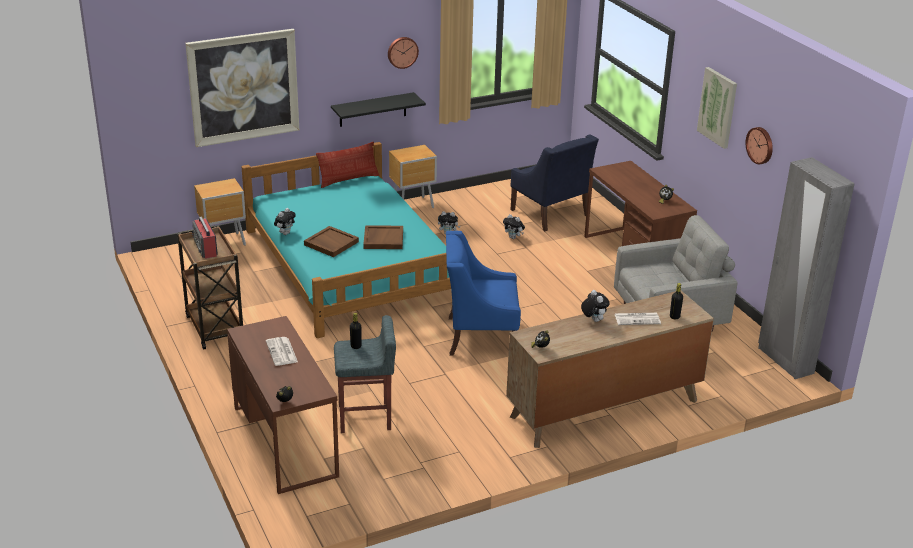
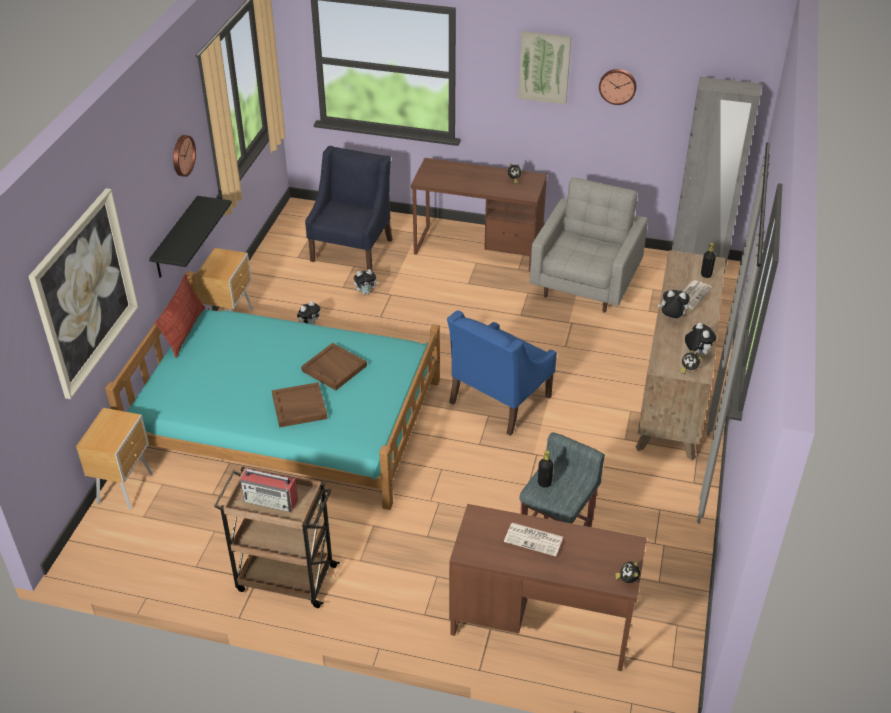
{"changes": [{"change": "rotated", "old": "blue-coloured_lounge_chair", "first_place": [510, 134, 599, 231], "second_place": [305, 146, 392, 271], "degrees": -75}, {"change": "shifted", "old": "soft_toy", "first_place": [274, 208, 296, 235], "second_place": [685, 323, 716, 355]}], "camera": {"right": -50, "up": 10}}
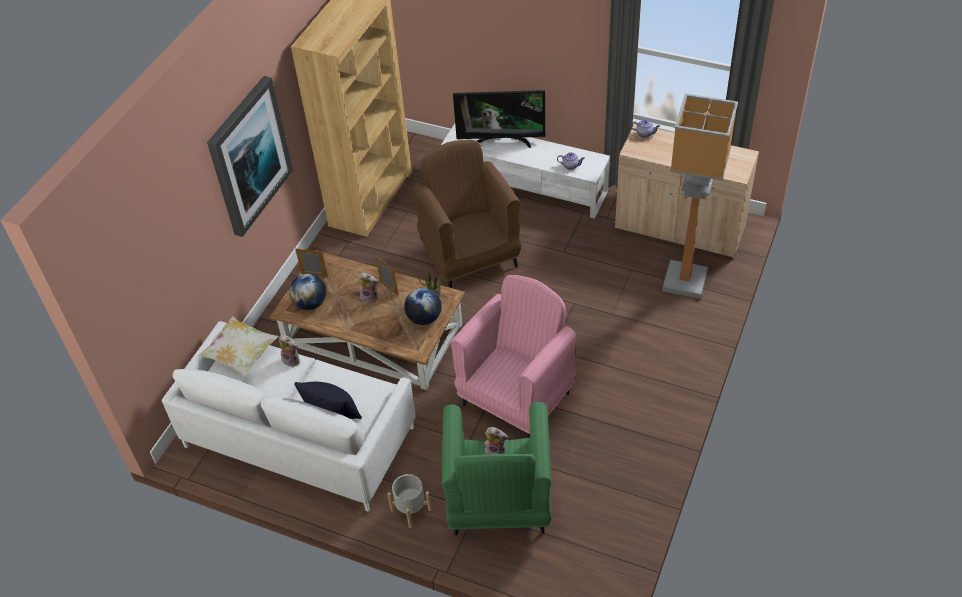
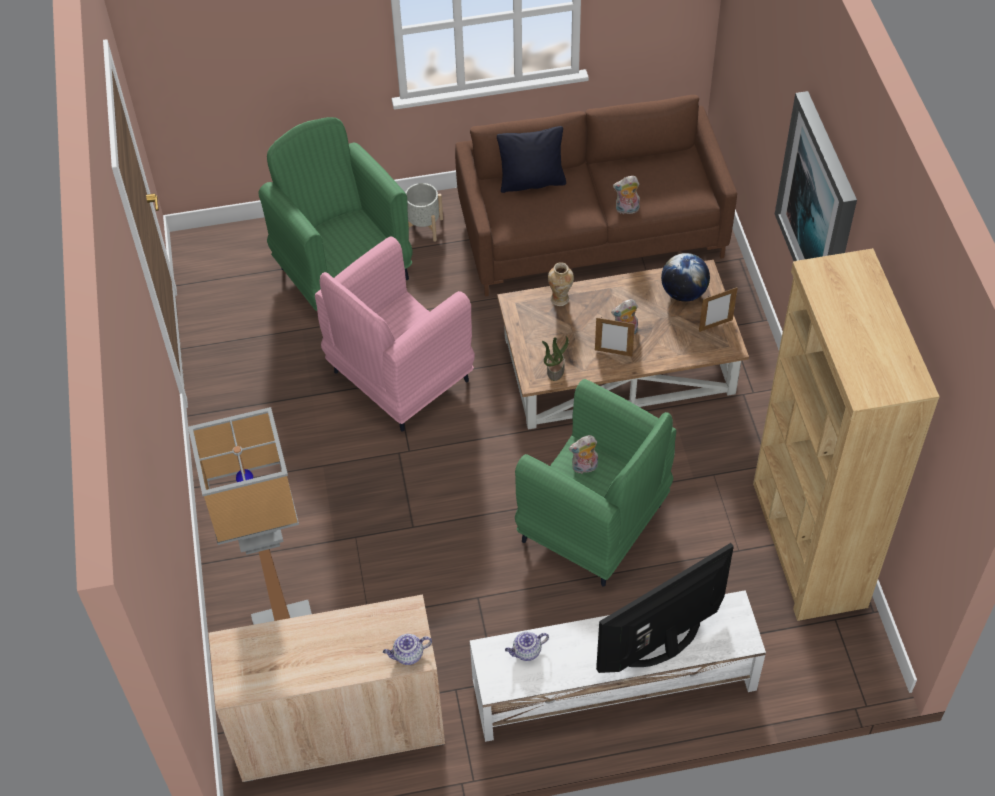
{"changes": [{"change": "repainted", "old": "brown-coloured_lounge_chair", "new": "green-coloured_lounge_chair", "first_place": [413, 139, 522, 288], "second_place": [515, 379, 676, 587]}, {"change": "rotated", "old": "pink_lounge_chair", "first_place": [451, 275, 577, 438], "second_place": [315, 236, 475, 432], "degrees": 45}, {"change": "gone", "old": "globe", "first_place": [404, 288, 442, 325]}, {"change": "gone", "old": "cushion", "first_place": [198, 316, 279, 376]}, {"change": "repainted", "old": "white_sofa", "new": "brown-coloured_sofa", "first_place": [162, 321, 415, 512], "second_place": [455, 95, 737, 297]}, {"change": "shifted", "old": "soft_toy", "first_place": [485, 427, 508, 454], "second_place": [569, 435, 598, 474]}, {"change": "new", "new": "flower_vase", "second_place": [548, 262, 574, 306]}], "camera": {"right": 145, "up": 5}}
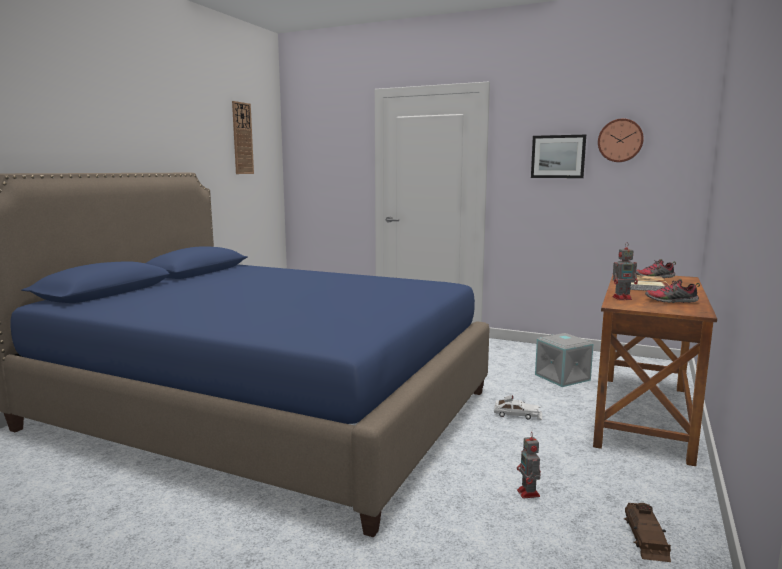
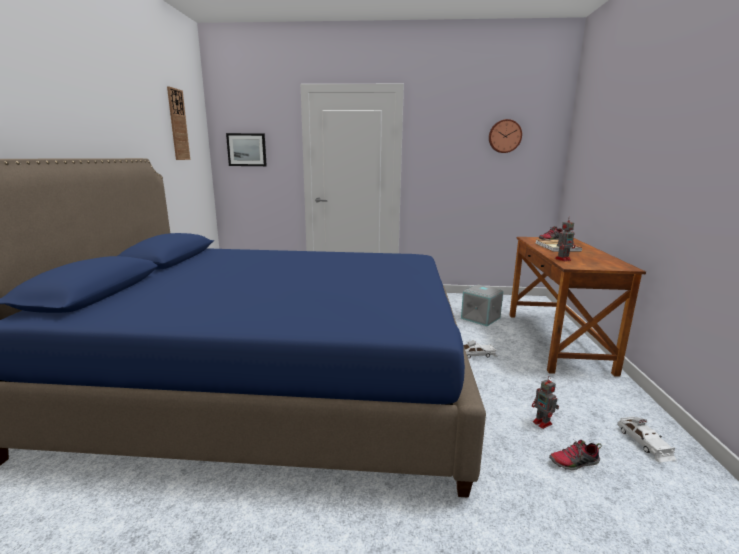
{"changes": [{"change": "shifted", "old": "wall_art", "first_place": [531, 135, 586, 178], "second_place": [226, 133, 267, 166]}, {"change": "shifted", "old": "shoe", "first_place": [645, 279, 700, 303], "second_place": [549, 439, 602, 470]}, {"change": "repainted", "old": "brown-coloured_toy_car", "new": "white_toy_car", "first_place": [624, 503, 671, 562], "second_place": [617, 416, 676, 463]}], "camera": {"right": -20, "up": 5}}
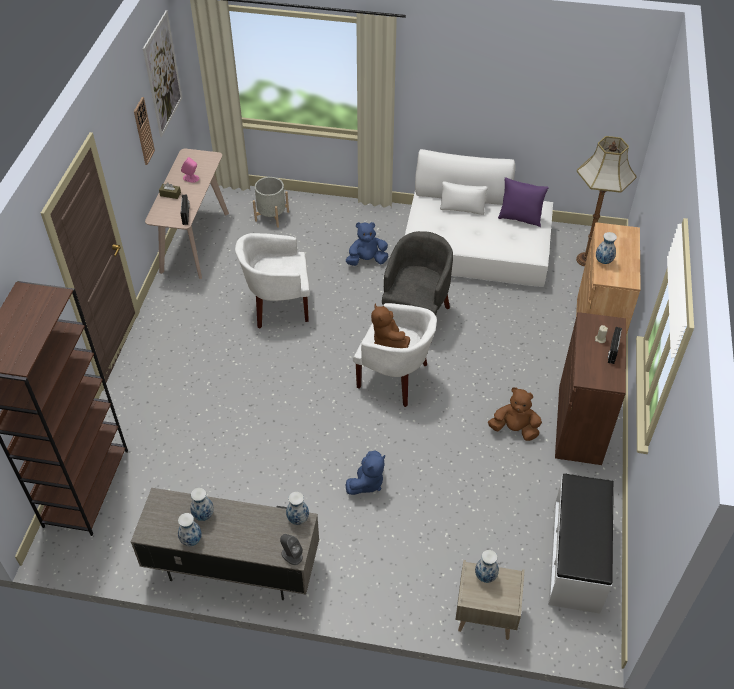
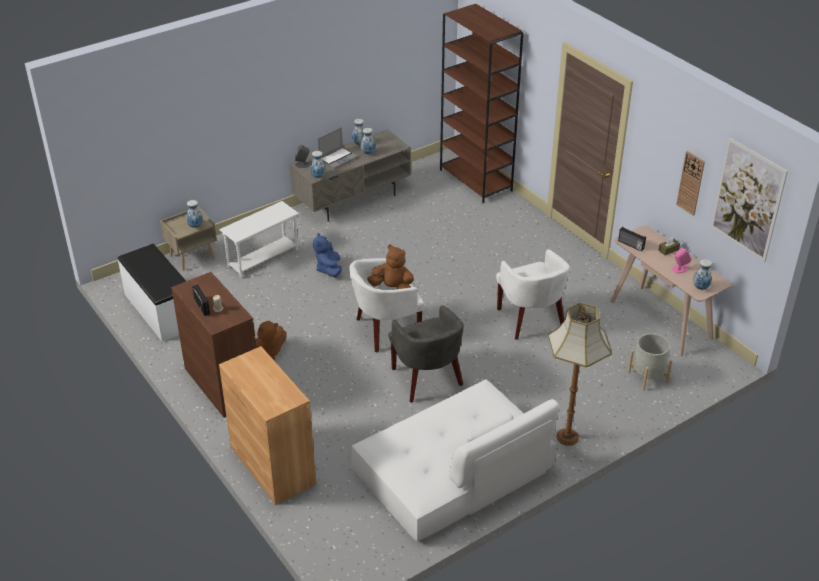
{"changes": [{"change": "shifted", "old": "standard_lamp", "first_place": [576, 136, 637, 266], "second_place": [548, 302, 612, 446]}, {"change": "gone", "old": "purple-coloured_cushion", "first_place": [498, 177, 549, 227]}, {"change": "gone", "old": "blue-coloured_soft_toy", "first_place": [346, 222, 388, 266]}, {"change": "shifted", "old": "flower_vase", "first_place": [596, 232, 617, 264], "second_place": [693, 259, 712, 290]}, {"change": "rotated", "old": "white_lounge_chair", "first_place": [235, 233, 310, 329], "second_place": [496, 250, 570, 340], "degrees": 120}, {"change": "new", "new": "laptop", "second_place": [317, 127, 358, 169]}, {"change": "new", "new": "white_accent_table", "second_place": [219, 201, 299, 278]}], "camera": {"right": 135, "up": -10}}
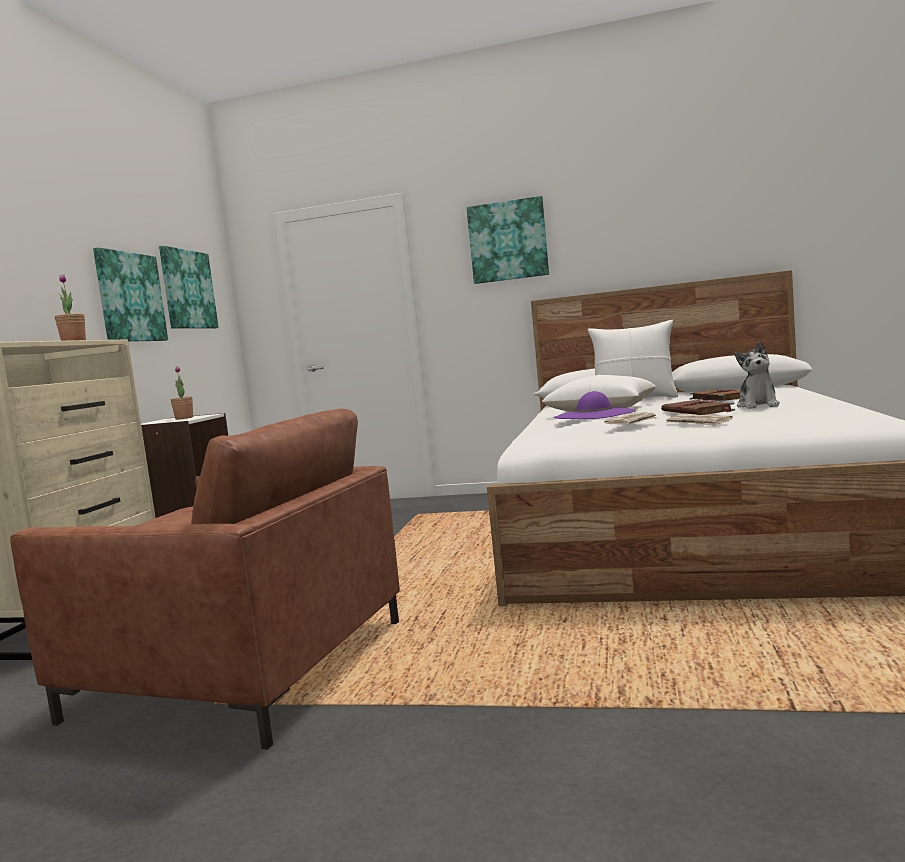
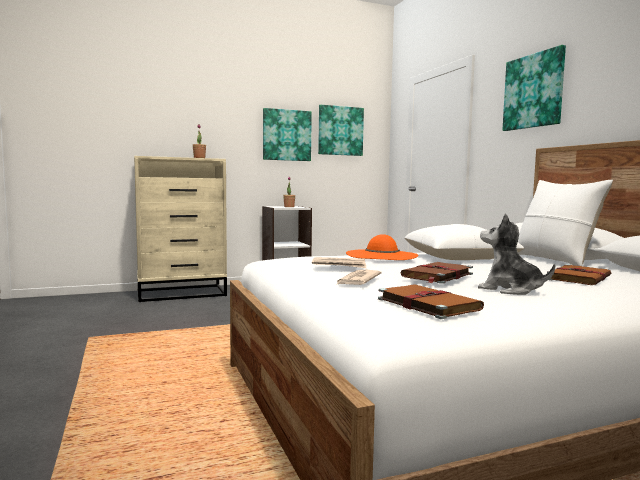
{"changes": [{"change": "rotated", "old": "soft_toy", "first_place": [735, 341, 780, 409], "second_place": [478, 213, 555, 295], "degrees": 60}, {"change": "repainted", "old": "purple-coloured_clothing_hat", "new": "orange-coloured_clothing_hat", "first_place": [554, 391, 635, 419], "second_place": [346, 234, 419, 260]}, {"change": "gone", "old": "brown-coloured_lounge_chair", "first_place": [10, 409, 400, 750]}, {"change": "new", "new": "brown-coloured_book", "second_place": [378, 284, 484, 319]}], "camera": {"right": 55, "up": 0}}
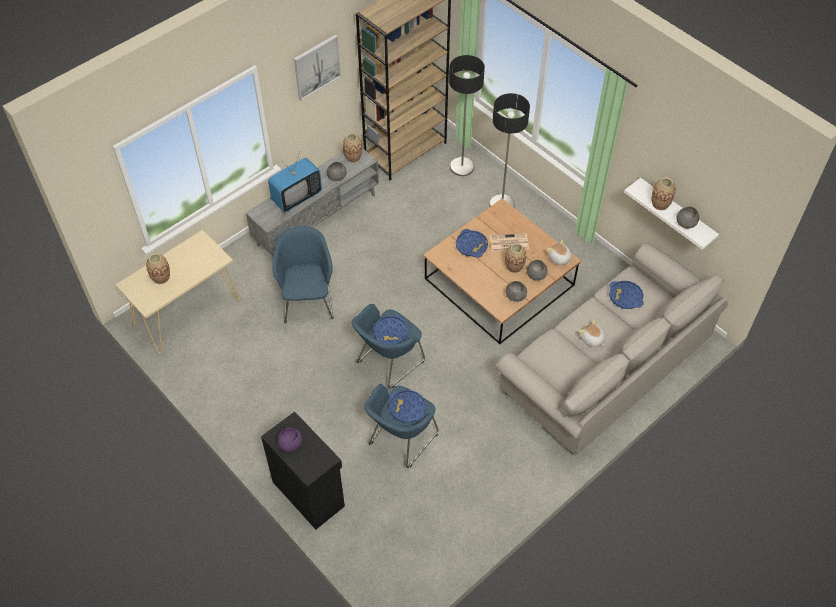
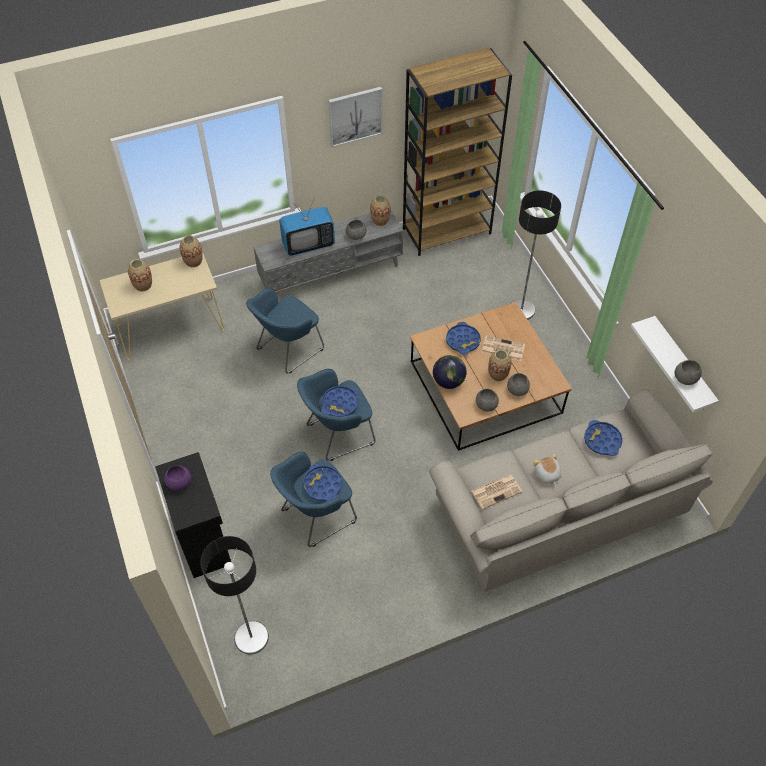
{"changes": [{"change": "shifted", "old": "standard_lamp", "first_place": [449, 55, 485, 176], "second_place": [201, 536, 269, 655]}, {"change": "shifted", "old": "flower_vase", "first_place": [652, 178, 676, 210], "second_place": [180, 235, 202, 268]}, {"change": "rotated", "old": "blue-coloured_lounge_chair", "first_place": [272, 226, 334, 324], "second_place": [246, 288, 324, 374], "degrees": -150}, {"change": "gone", "old": "soft_toy", "first_place": [546, 240, 572, 265]}, {"change": "new", "new": "globe", "second_place": [433, 355, 467, 389]}, {"change": "new", "new": "newspaper", "second_place": [471, 475, 522, 509]}], "camera": {"right": 20, "up": 0}}
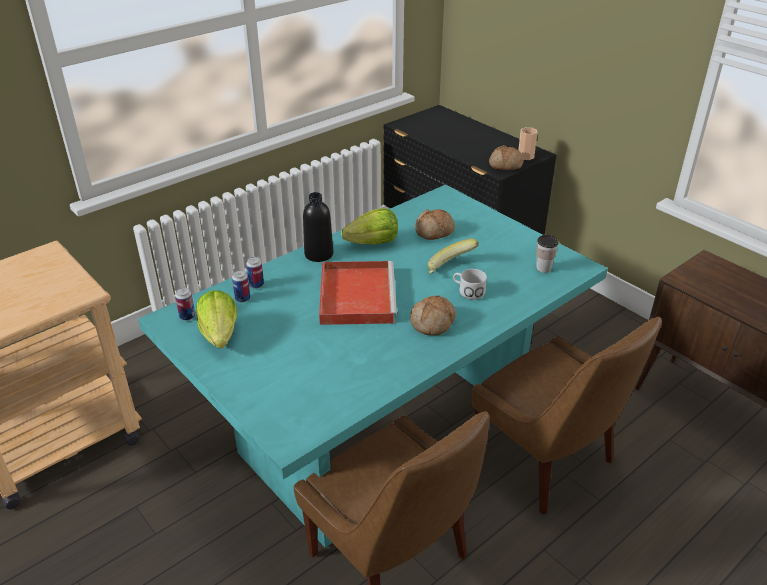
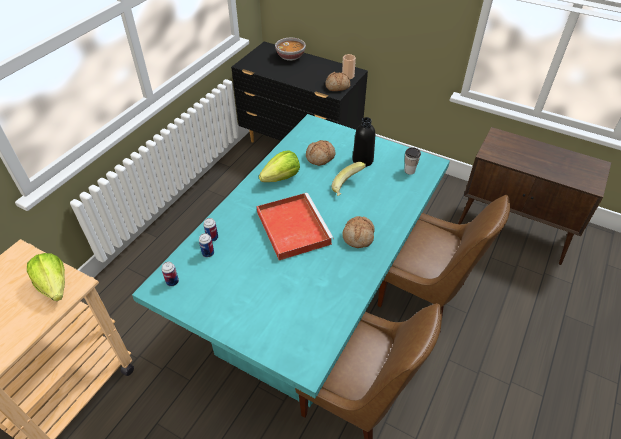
{"changes": [{"change": "shifted", "old": "blackish_bottle", "first_place": [303, 192, 333, 262], "second_place": [352, 117, 375, 167]}, {"change": "gone", "old": "white_tea_mug", "first_place": [453, 269, 487, 300]}, {"change": "shifted", "old": "lettuce_head", "first_place": [196, 290, 237, 348], "second_place": [27, 253, 65, 301]}, {"change": "new", "new": "serving_bowl", "second_place": [275, 38, 306, 61]}], "camera": {"right": -20, "up": 10}}
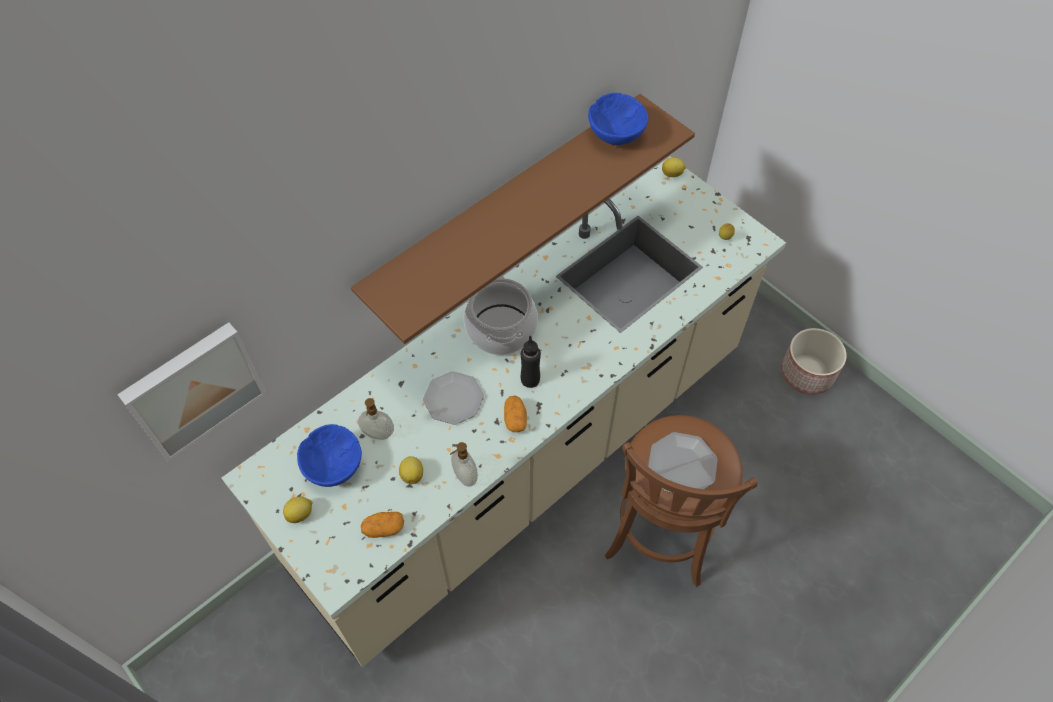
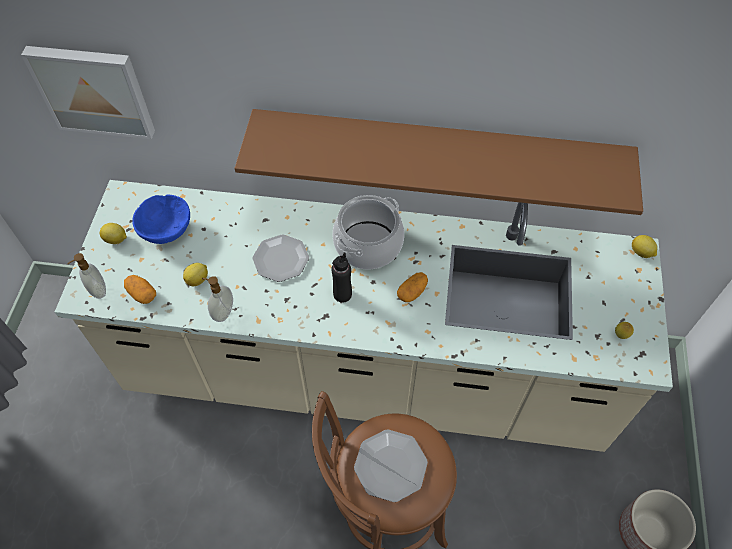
{"changes": [{"change": "gone", "old": "blue-coloured_serving_bowl", "first_place": [588, 93, 649, 145]}, {"change": "shifted", "old": "potato", "first_place": [504, 396, 527, 432], "second_place": [397, 272, 428, 302]}, {"change": "shifted", "old": "soap_dispenser", "first_place": [358, 398, 394, 440], "second_place": [67, 253, 106, 299]}], "camera": {"right": 50, "up": 0}}
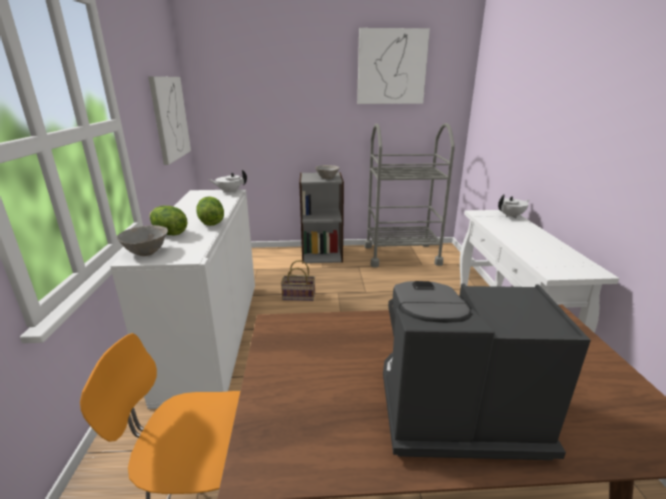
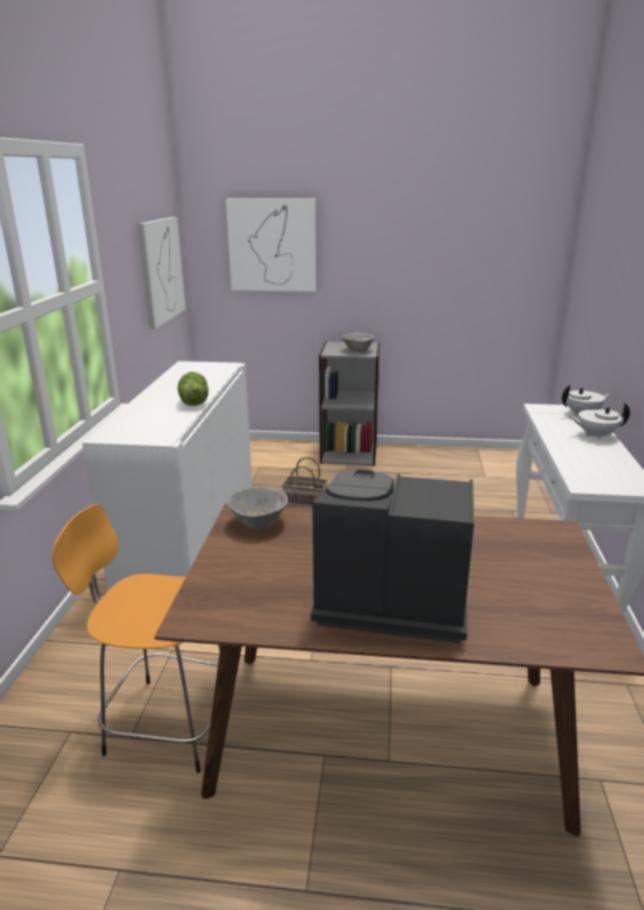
{"changes": [{"change": "shifted", "old": "wall_art", "first_place": [357, 28, 430, 104], "second_place": [226, 198, 317, 292]}, {"change": "gone", "old": "greyish_trolley", "first_place": [364, 123, 455, 268]}, {"change": "shifted", "old": "white_teapot", "first_place": [208, 170, 247, 194], "second_place": [569, 403, 630, 440]}, {"change": "gone", "old": "lettuce_head", "first_place": [150, 206, 187, 235]}, {"change": "shifted", "old": "greyish_serving_bowl", "first_place": [117, 225, 168, 256], "second_place": [227, 486, 288, 530]}], "camera": {"right": 10, "up": 0}}
